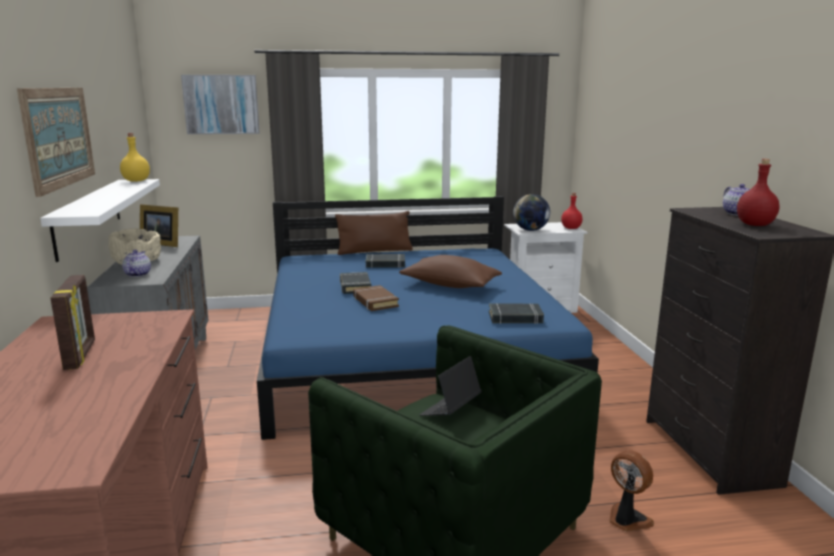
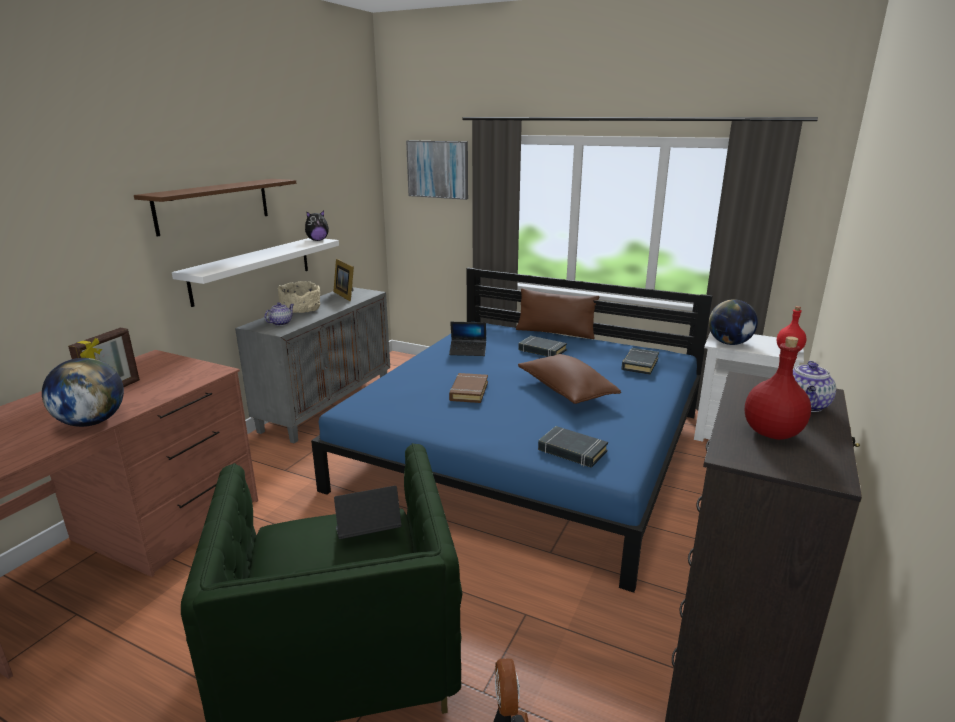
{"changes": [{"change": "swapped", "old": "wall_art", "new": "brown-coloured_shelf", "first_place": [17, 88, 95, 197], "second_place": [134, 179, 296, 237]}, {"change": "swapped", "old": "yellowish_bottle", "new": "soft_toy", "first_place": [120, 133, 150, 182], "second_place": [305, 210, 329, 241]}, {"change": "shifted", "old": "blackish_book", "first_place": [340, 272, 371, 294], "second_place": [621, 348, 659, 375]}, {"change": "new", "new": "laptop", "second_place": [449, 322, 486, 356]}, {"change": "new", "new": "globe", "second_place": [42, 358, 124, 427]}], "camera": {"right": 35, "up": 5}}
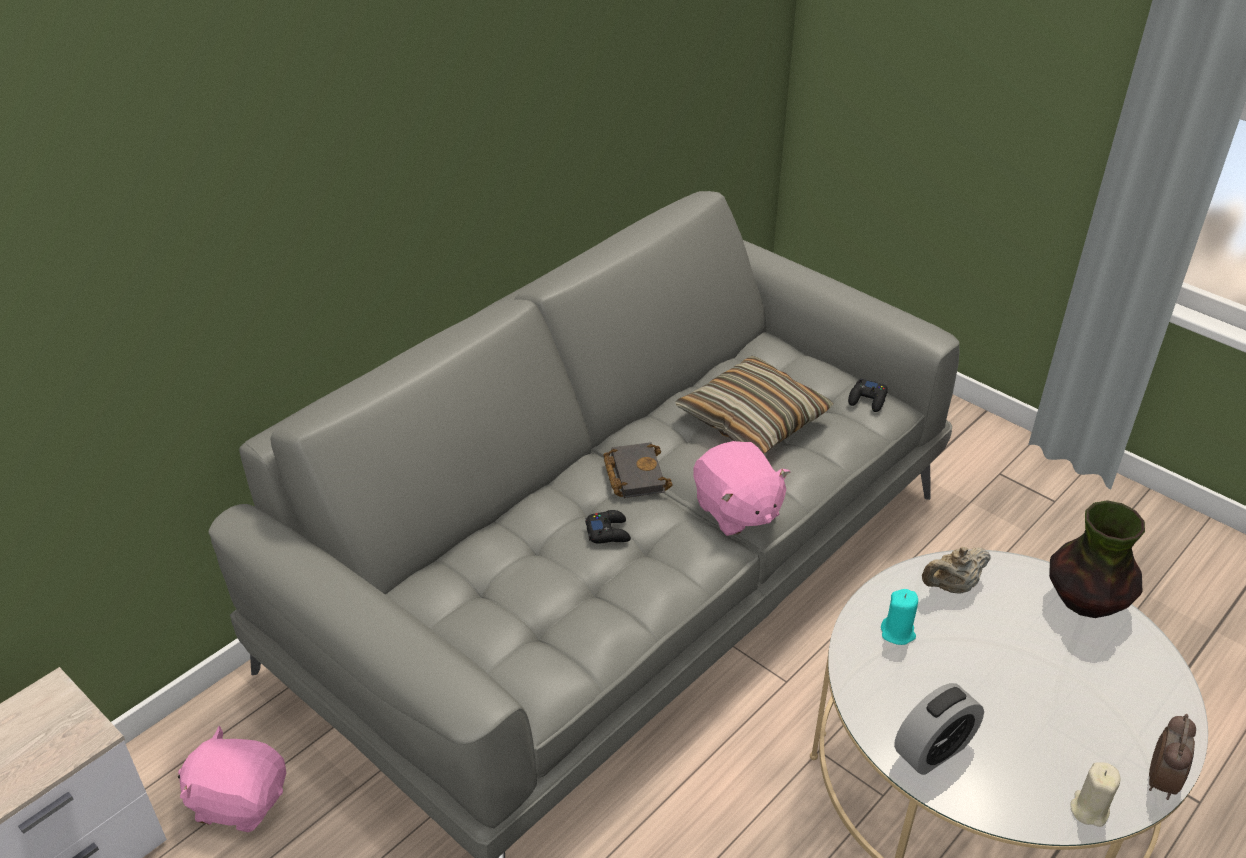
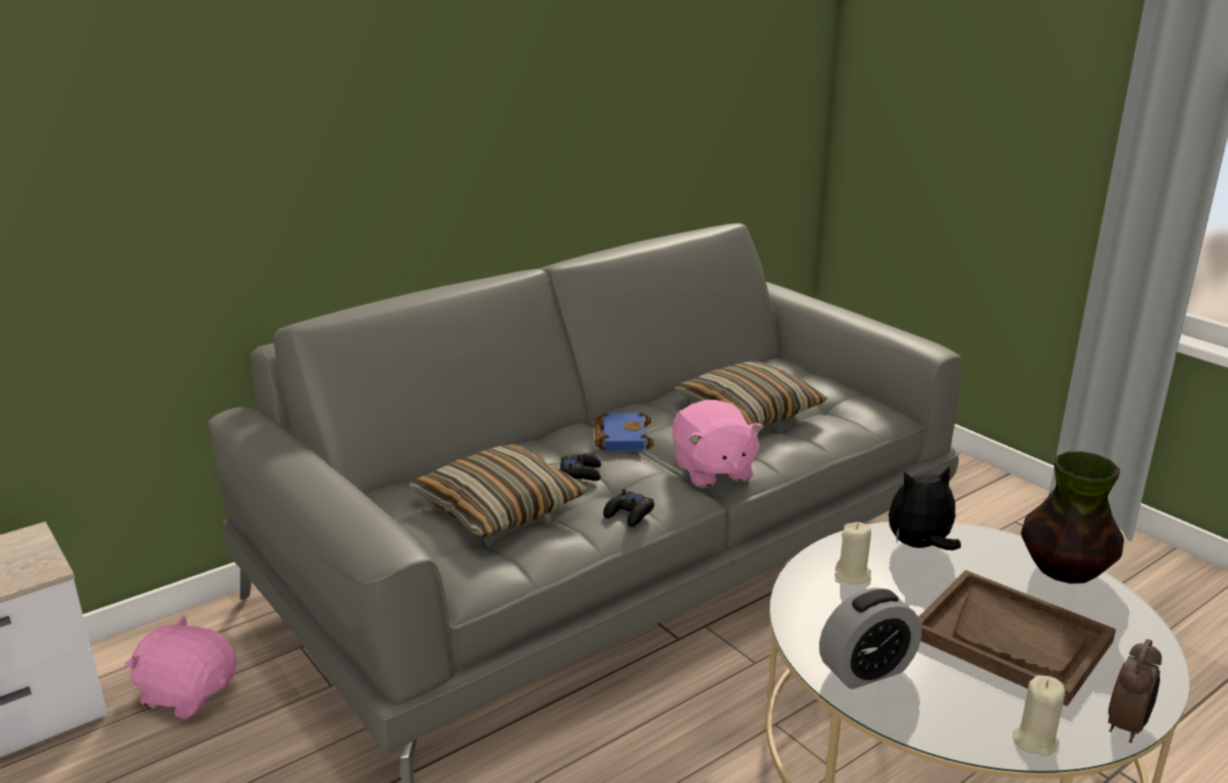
{"changes": [{"change": "shifted", "old": "blackish_gamepad", "first_place": [848, 378, 888, 412], "second_place": [603, 489, 654, 527]}, {"change": "repainted", "old": "blackish_book", "new": "blue-coloured_book", "first_place": [603, 442, 673, 498], "second_place": [595, 412, 654, 451]}, {"change": "swapped", "old": "sand-coloured_teapot", "new": "soft_toy", "first_place": [922, 547, 991, 593], "second_place": [888, 465, 961, 550]}, {"change": "repainted", "old": "turquoise_wax_candle", "new": "sand-coloured_wax_candle", "first_place": [881, 589, 918, 645], "second_place": [835, 522, 871, 584]}, {"change": "new", "new": "cushion", "second_place": [409, 444, 588, 538]}, {"change": "new", "new": "brown-coloured_serving_tray", "second_place": [919, 570, 1116, 706]}], "camera": {"right": 10, "up": -15}}
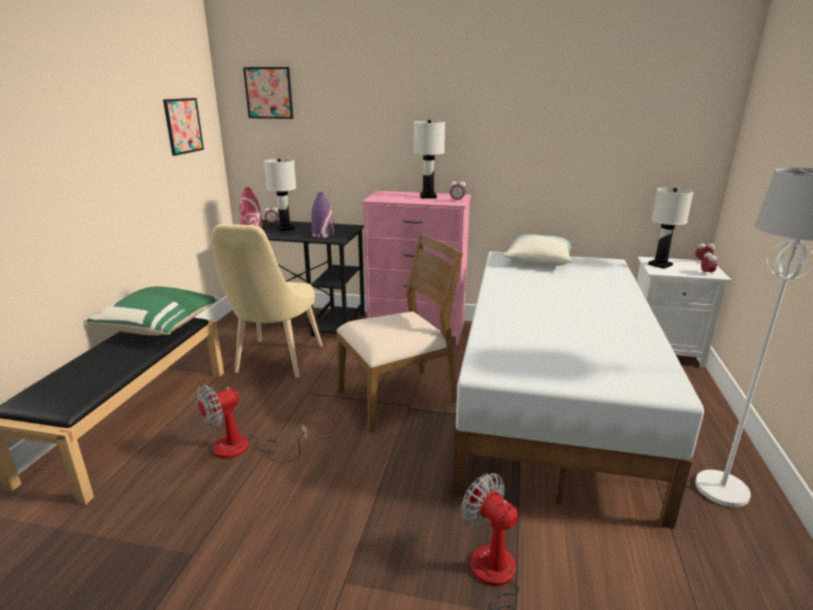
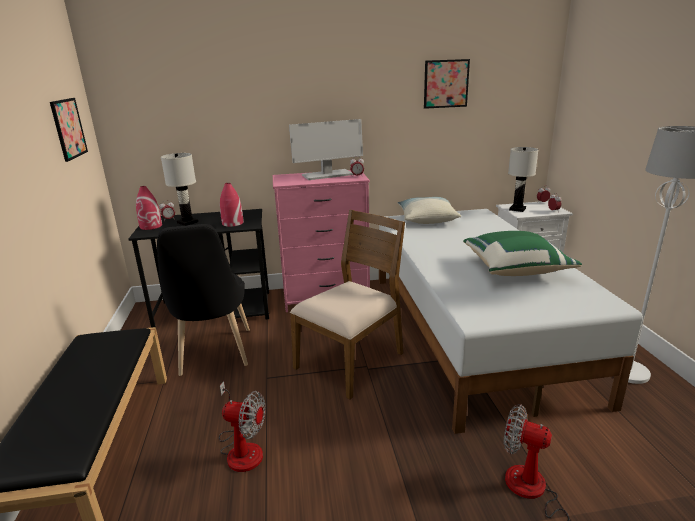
{"changes": [{"change": "shifted", "old": "wall_art", "first_place": [243, 67, 293, 119], "second_place": [424, 59, 470, 109]}, {"change": "swapped", "old": "white_lamp_for_a_table", "new": "computer_display", "first_place": [413, 120, 445, 198], "second_place": [289, 119, 363, 180]}, {"change": "repainted", "old": "purple-coloured_flower_vase", "new": "red_flower_vase", "first_place": [311, 193, 334, 238], "second_place": [220, 183, 244, 227]}, {"change": "repainted", "old": "sand-coloured_chair", "new": "blackish_chair", "first_place": [212, 224, 323, 378], "second_place": [157, 224, 250, 376]}, {"change": "shifted", "old": "green-coloured_cushion", "first_place": [87, 287, 220, 336], "second_place": [463, 231, 582, 276]}, {"change": "rotated", "old": "fan", "first_place": [196, 385, 308, 463], "second_place": [219, 381, 266, 472], "degrees": -105}], "camera": {"right": -20, "up": 0}}
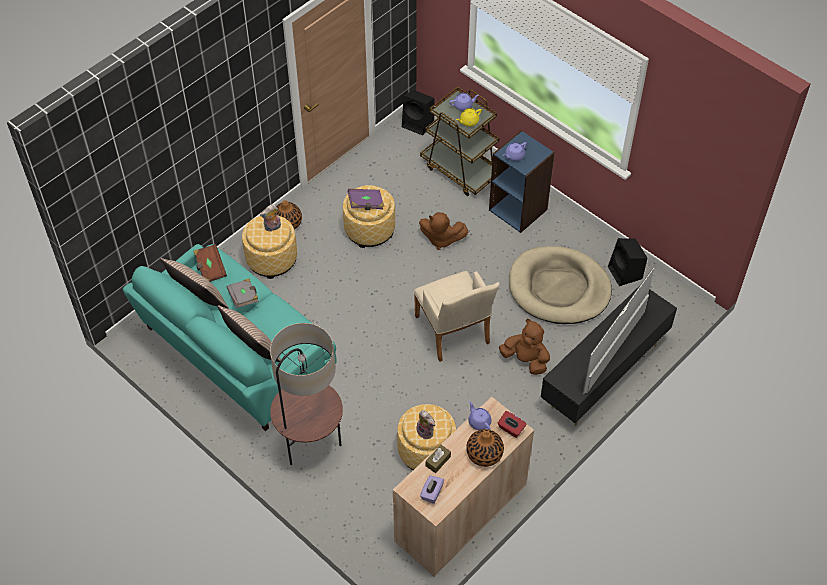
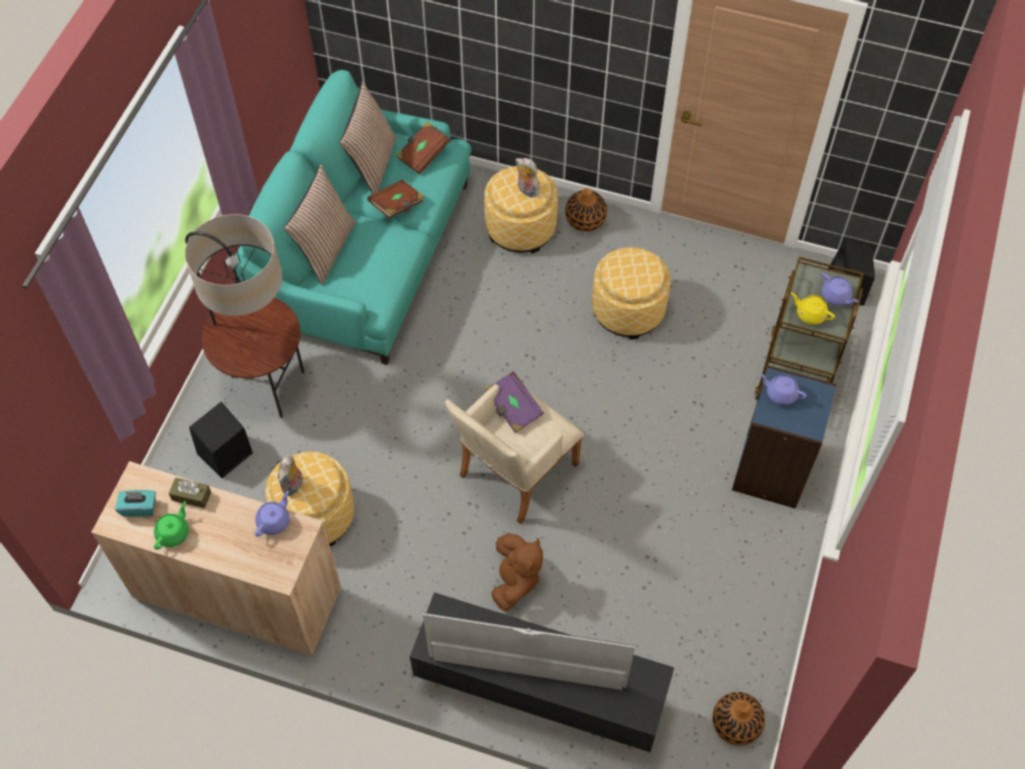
{"changes": [{"change": "shifted", "old": "purple-coloured_book", "first_place": [347, 189, 384, 210], "second_place": [485, 371, 544, 433]}, {"change": "gone", "old": "brown-coloured_soft_toy", "first_place": [419, 212, 469, 250]}, {"change": "shifted", "old": "blackish_audio_speaker", "first_place": [608, 238, 647, 286], "second_place": [189, 402, 253, 478]}, {"change": "gone", "old": "sand-coloured_dog_bed", "first_place": [509, 246, 612, 324]}, {"change": "repainted", "old": "greyish_book", "new": "brown-coloured_book", "first_place": [226, 278, 259, 308], "second_place": [367, 180, 425, 219]}, {"change": "gone", "old": "red_tissue_holder", "first_place": [497, 411, 526, 438]}, {"change": "shifted", "old": "flower_vase", "first_place": [466, 429, 504, 467], "second_place": [712, 692, 765, 746]}, {"change": "repainted", "old": "purple-coloured_tissue_holder", "new": "turquoise_tissue_holder", "first_place": [420, 475, 444, 504], "second_place": [115, 490, 156, 517]}, {"change": "new", "new": "green-coloured_teapot", "second_place": [154, 501, 189, 550]}], "camera": {"right": 65, "up": 5}}
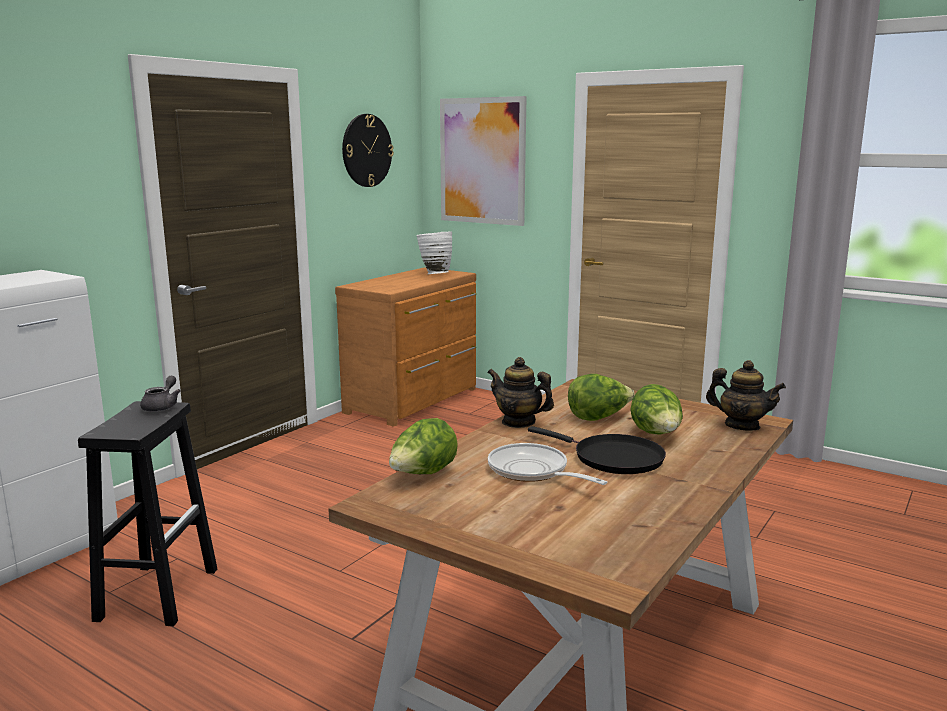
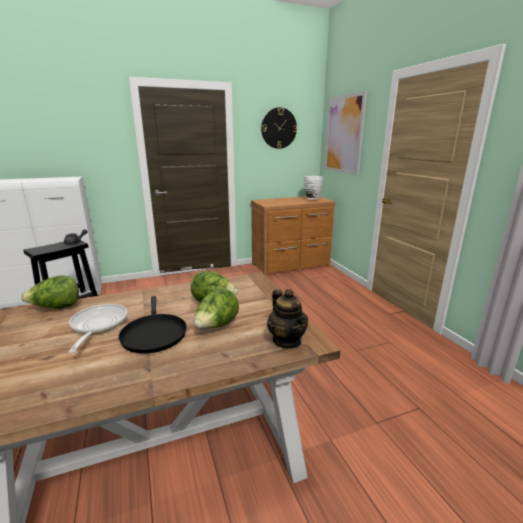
{"changes": [{"change": "gone", "old": "teapot", "first_place": [487, 357, 554, 428]}], "camera": {"right": 35, "up": 5}}
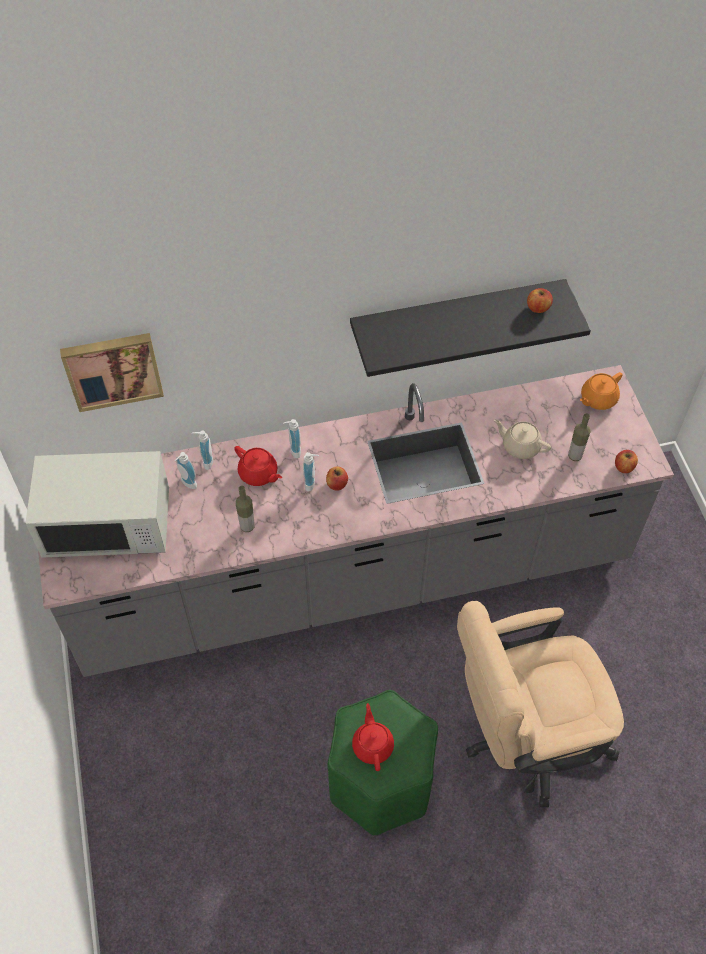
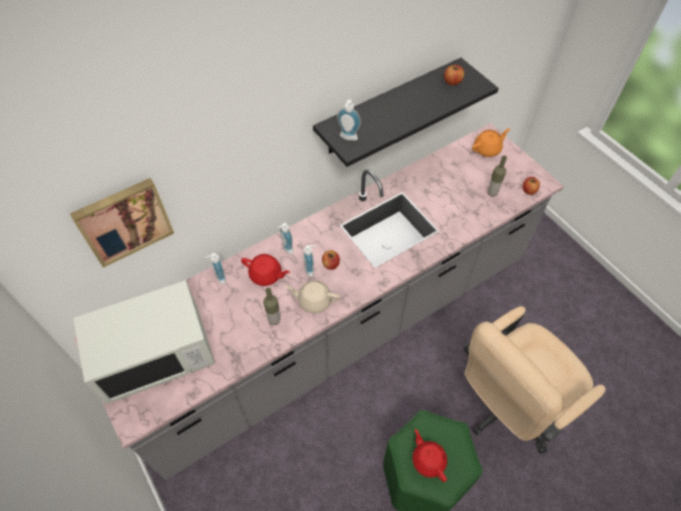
{"changes": [{"change": "rotated", "old": "orange-coloured_teapot", "first_place": [580, 372, 623, 410], "second_place": [472, 128, 510, 157], "degrees": -150}, {"change": "shifted", "old": "sand-coloured_teapot", "first_place": [494, 419, 551, 459], "second_place": [285, 280, 340, 313]}, {"change": "shifted", "old": "soap_dispenser", "first_place": [175, 452, 197, 489], "second_place": [337, 100, 361, 141]}], "camera": {"right": -20, "up": 0}}
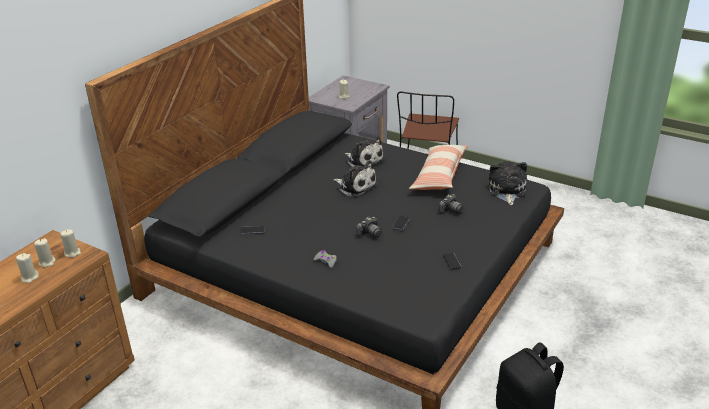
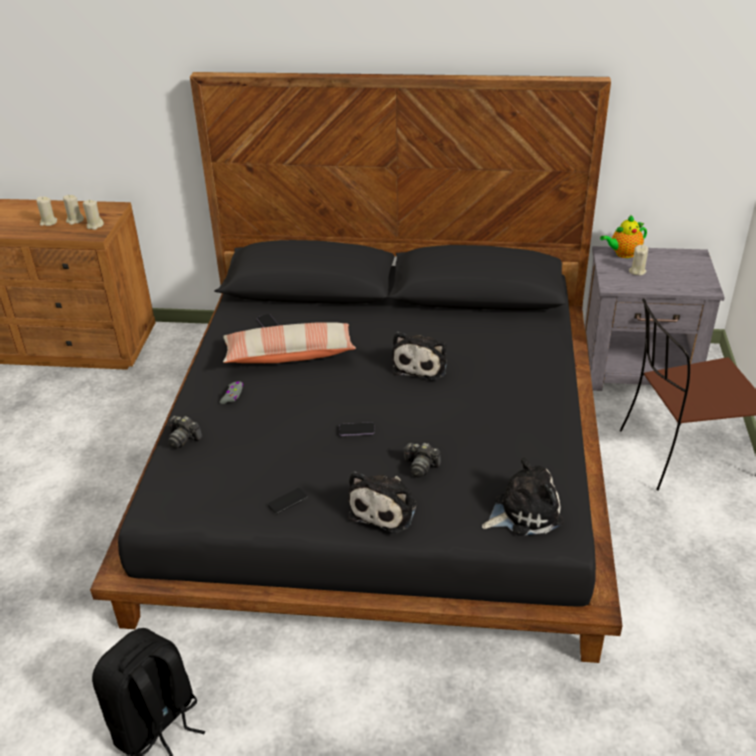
{"changes": [{"change": "shifted", "old": "soft_toy", "first_place": [345, 137, 384, 167], "second_place": [347, 471, 417, 534]}, {"change": "shifted", "old": "cushion", "first_place": [409, 145, 468, 190], "second_place": [223, 322, 356, 363]}, {"change": "shifted", "old": "photo_camera", "first_place": [356, 217, 382, 238], "second_place": [168, 415, 202, 449]}, {"change": "new", "new": "teapot", "second_place": [600, 215, 647, 258]}], "camera": {"right": 65, "up": 5}}
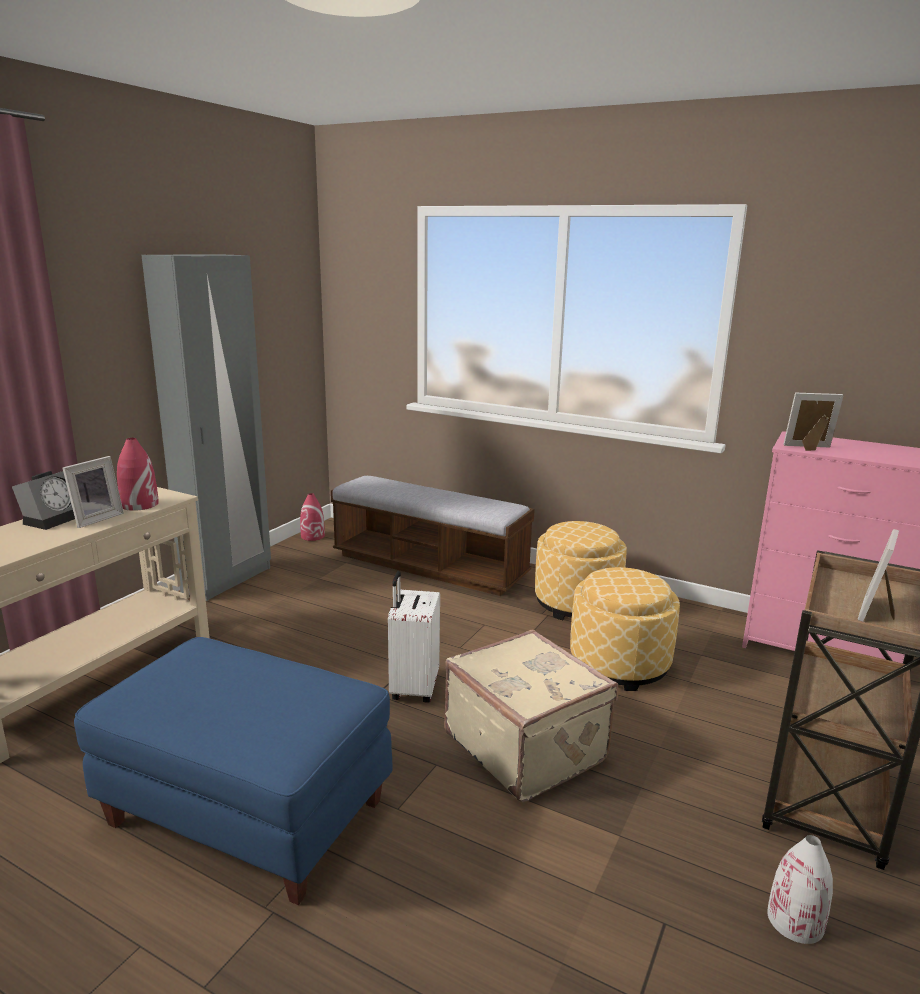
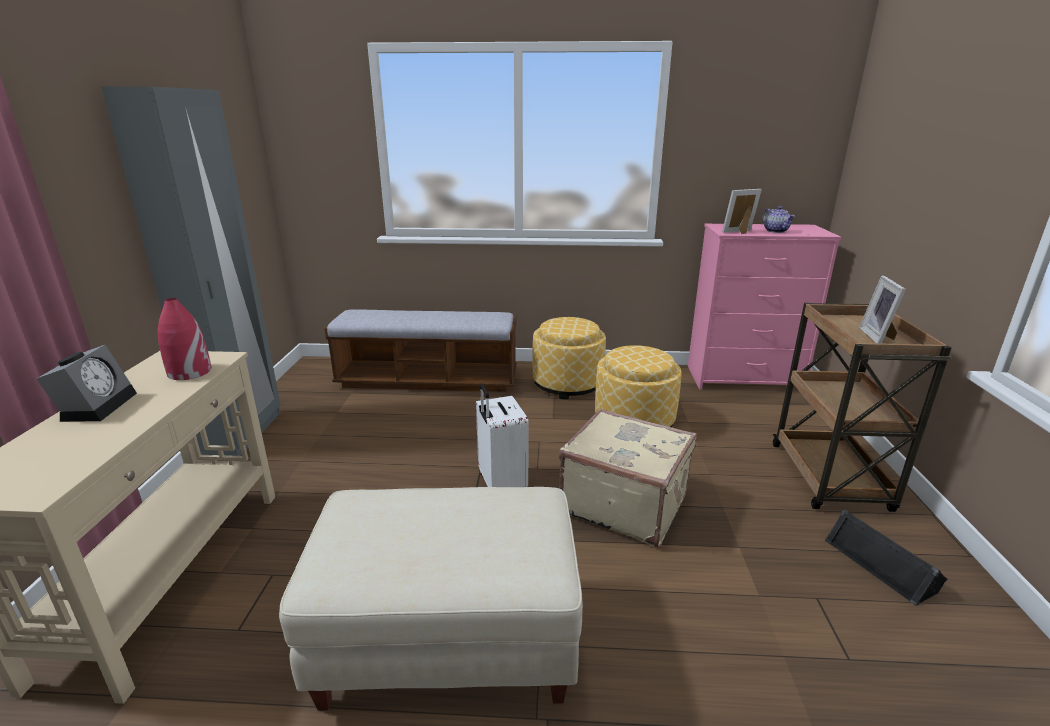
{"changes": [{"change": "gone", "old": "standing_frame", "first_place": [62, 456, 124, 528]}, {"change": "gone", "old": "red_flower_vase", "first_place": [300, 493, 325, 541]}, {"change": "repainted", "old": "blue-coloured_pouffe", "new": "sand-coloured_pouffe", "first_place": [74, 637, 393, 905], "second_place": [279, 487, 583, 711]}, {"change": "swapped", "old": "white_flower_vase", "new": "blackish_audio_speaker", "first_place": [767, 835, 833, 944], "second_place": [825, 509, 947, 606]}, {"change": "new", "new": "teapot", "second_place": [763, 206, 795, 233]}], "camera": {"right": -25, "up": 5}}
